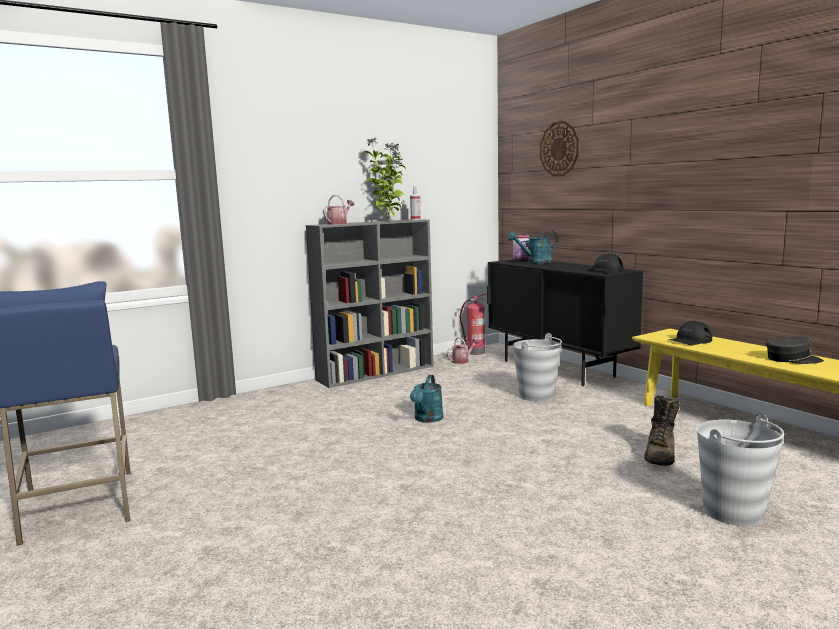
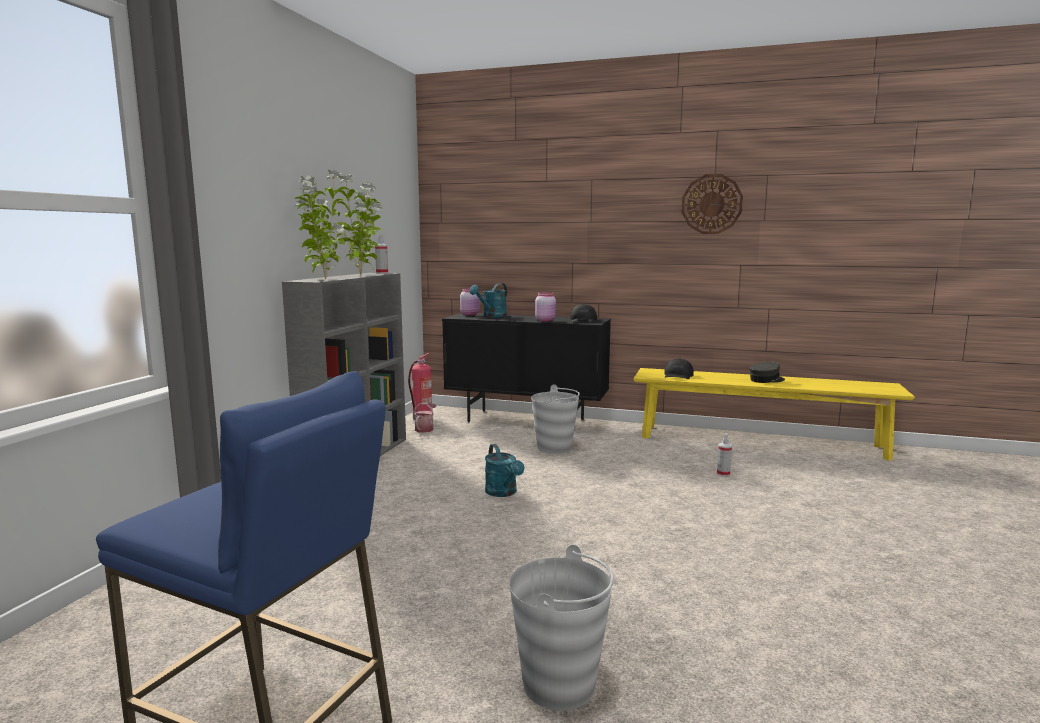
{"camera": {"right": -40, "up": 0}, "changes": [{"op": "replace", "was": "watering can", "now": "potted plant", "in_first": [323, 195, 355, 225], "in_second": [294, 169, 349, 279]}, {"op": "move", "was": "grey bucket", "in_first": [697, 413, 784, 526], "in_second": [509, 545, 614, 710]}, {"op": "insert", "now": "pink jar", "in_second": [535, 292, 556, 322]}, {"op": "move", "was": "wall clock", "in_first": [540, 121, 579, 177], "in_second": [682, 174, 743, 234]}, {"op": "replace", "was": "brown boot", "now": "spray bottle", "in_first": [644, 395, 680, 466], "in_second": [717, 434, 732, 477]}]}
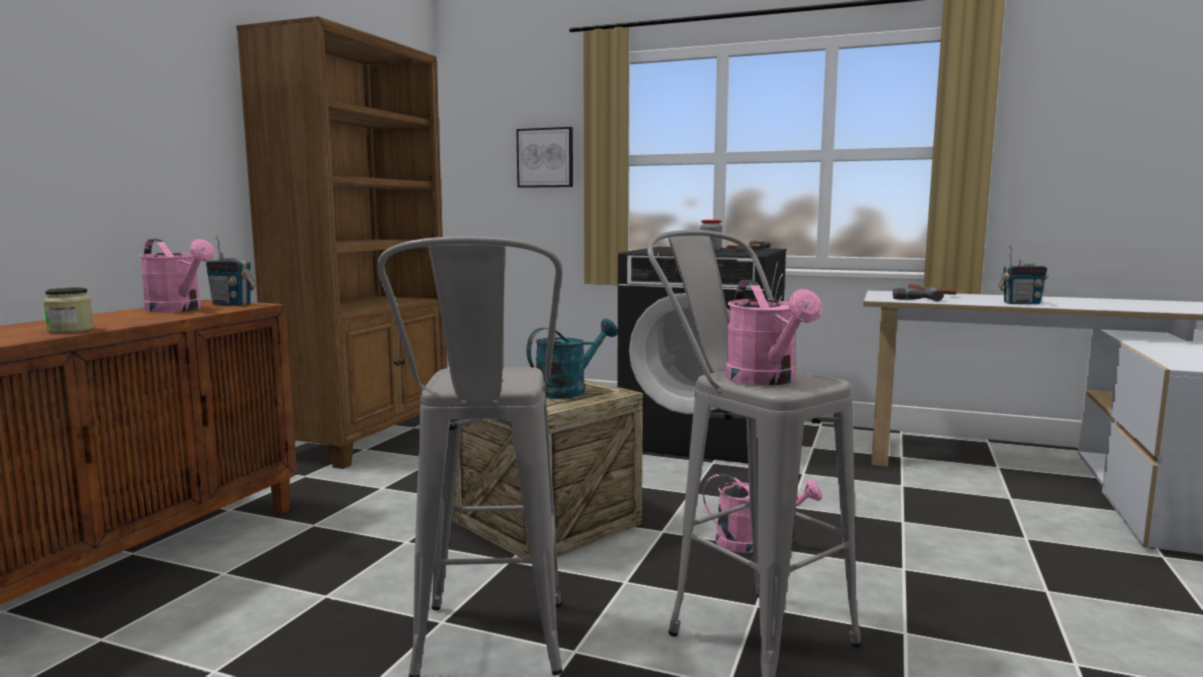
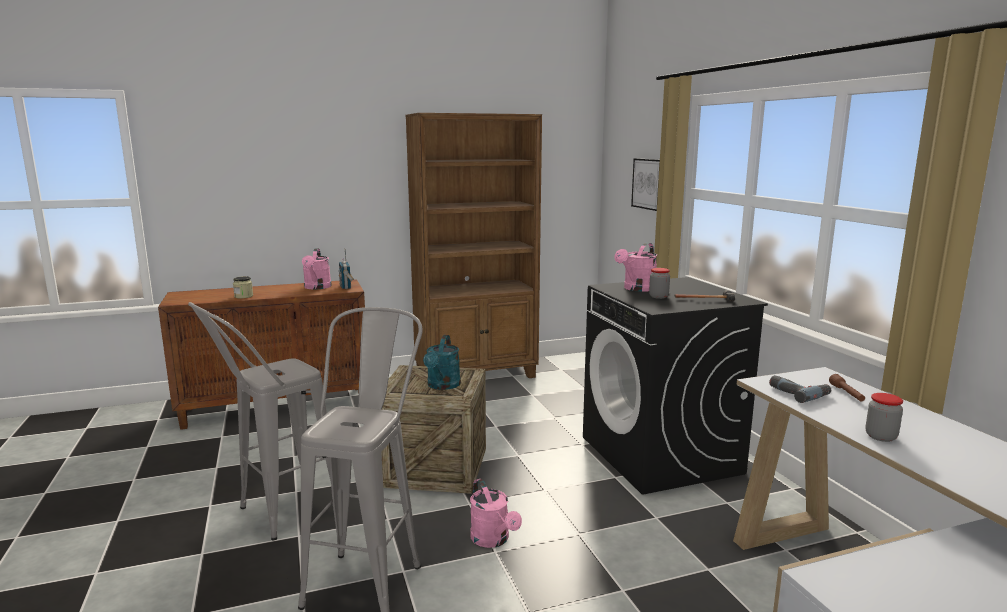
{"camera": {"right": 50, "up": 5}, "changes": [{"op": "rotate", "was": "turquoise watering can", "in_first": [526, 319, 618, 399], "in_second": [423, 335, 461, 390], "clockwise": 90}, {"op": "move", "was": "pink watering can", "in_first": [726, 280, 822, 385], "in_second": [614, 243, 657, 292]}, {"op": "replace", "was": "radio", "now": "jar", "in_first": [999, 245, 1048, 304], "in_second": [865, 393, 903, 442]}]}
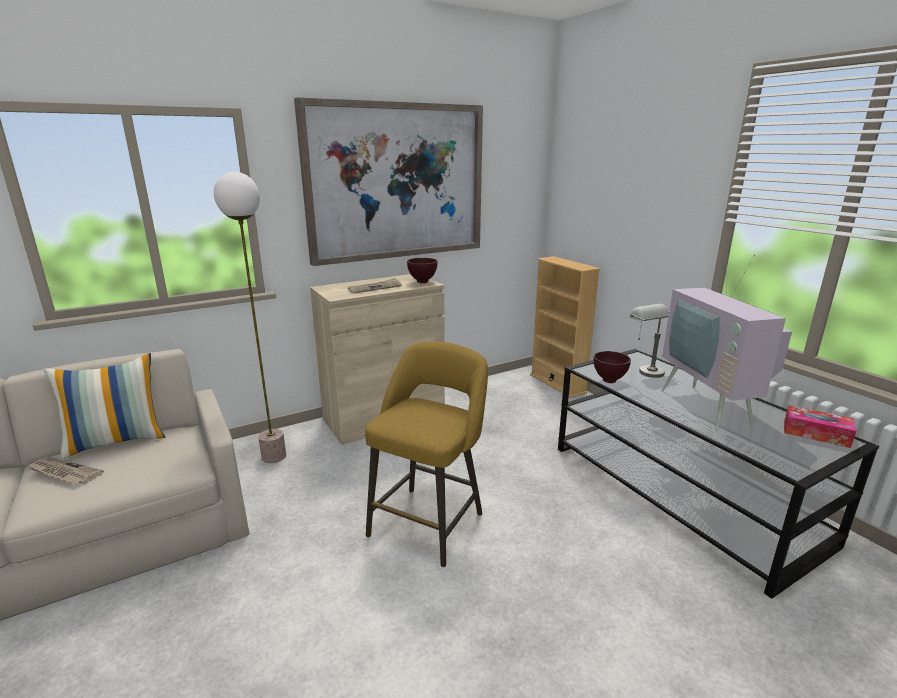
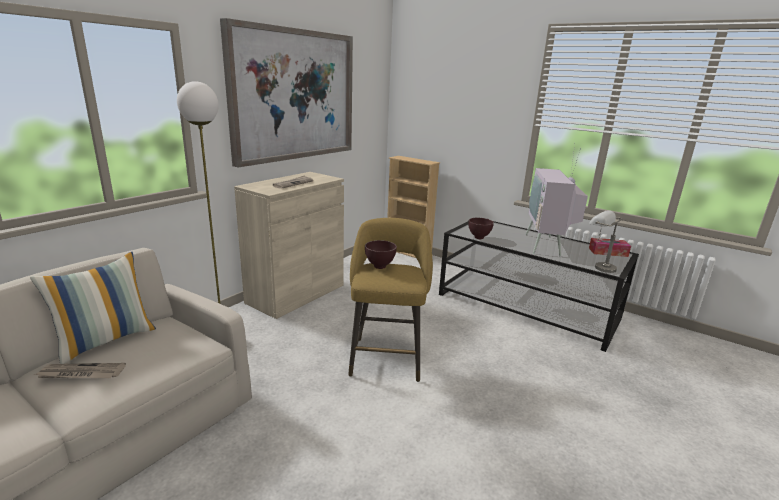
{"camera": {"right": -25, "up": 0}, "changes": [{"op": "move", "was": "brown bowl", "in_first": [407, 258, 437, 283], "in_second": [365, 240, 397, 269]}, {"op": "rotate", "was": "television", "in_first": [661, 245, 792, 432], "in_second": [525, 145, 588, 257], "clockwise": 45}, {"op": "move", "was": "grey table lamp", "in_first": [629, 304, 669, 378], "in_second": [589, 210, 623, 273]}]}
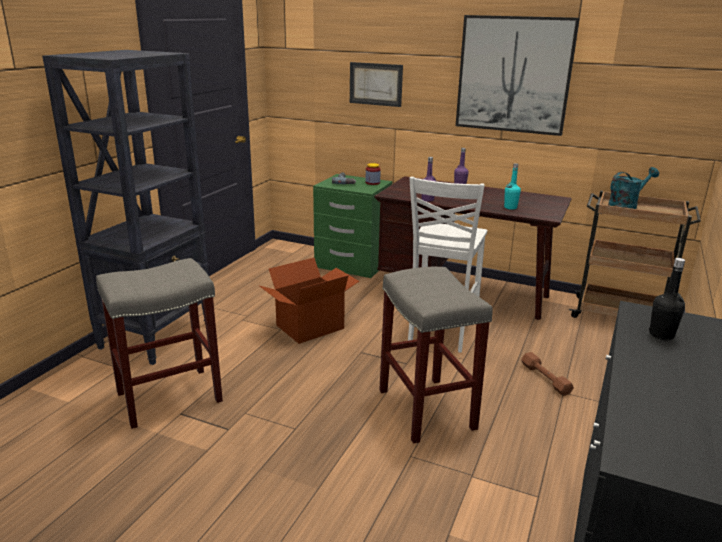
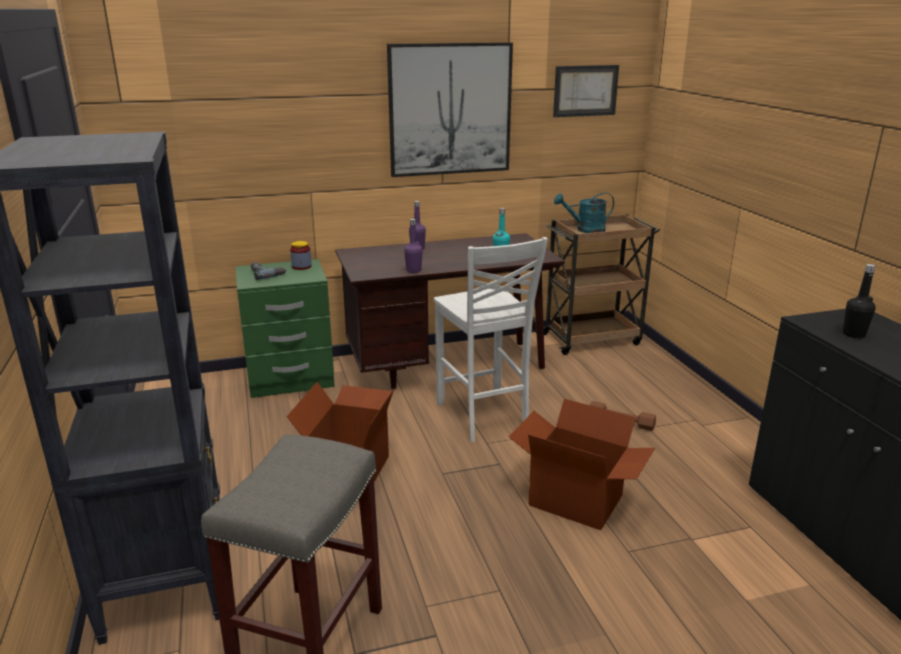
{"camera": {"right": -40, "up": 0}, "changes": [{"op": "replace", "was": "grey stool", "now": "cardboard box", "in_first": [379, 267, 493, 444], "in_second": [509, 399, 655, 530]}, {"op": "move", "was": "picture", "in_first": [350, 62, 403, 107], "in_second": [553, 65, 619, 117]}, {"op": "rotate", "was": "turquoise watering can", "in_first": [608, 167, 659, 209], "in_second": [554, 192, 614, 233], "clockwise": -120}]}
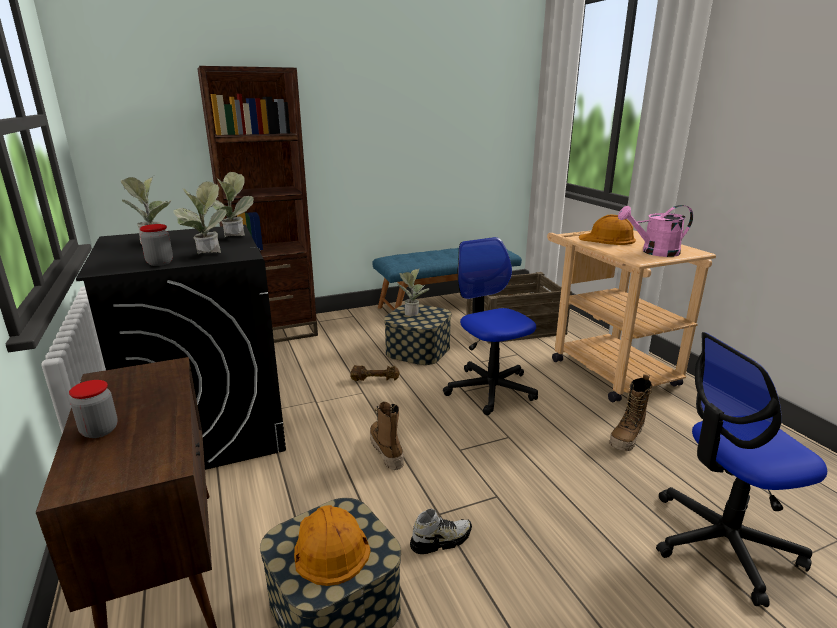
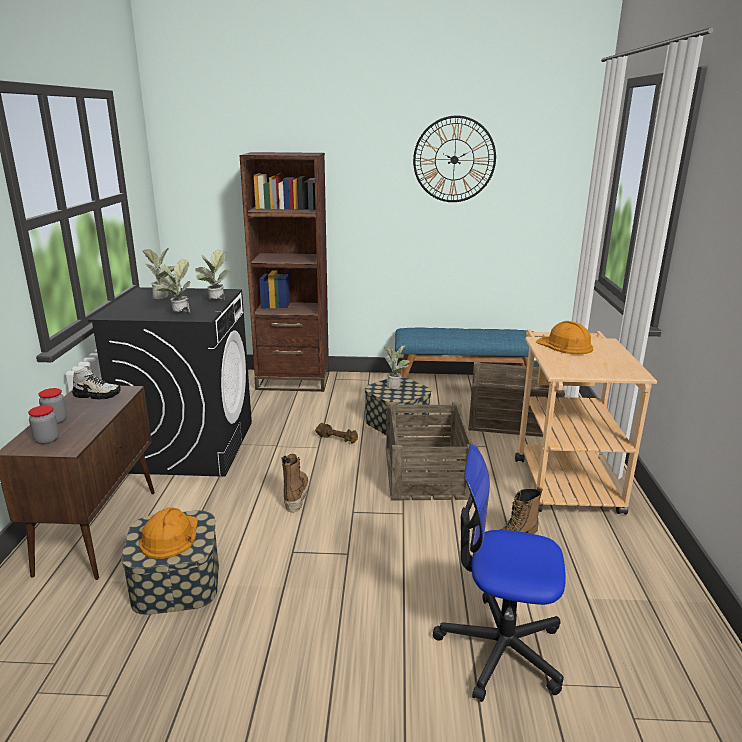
{"camera": {"right": 25, "up": 0}, "changes": [{"op": "move", "was": "jar", "in_first": [140, 224, 173, 266], "in_second": [28, 405, 59, 444]}, {"op": "move", "was": "shoe", "in_first": [410, 508, 472, 554], "in_second": [72, 366, 121, 400]}, {"op": "replace", "was": "office chair", "now": "crate", "in_first": [443, 237, 538, 415], "in_second": [386, 402, 478, 500]}, {"op": "insert", "now": "wall clock", "in_second": [413, 115, 496, 202]}, {"op": "delete", "was": "pink watering can", "in_first": [618, 205, 693, 257]}]}
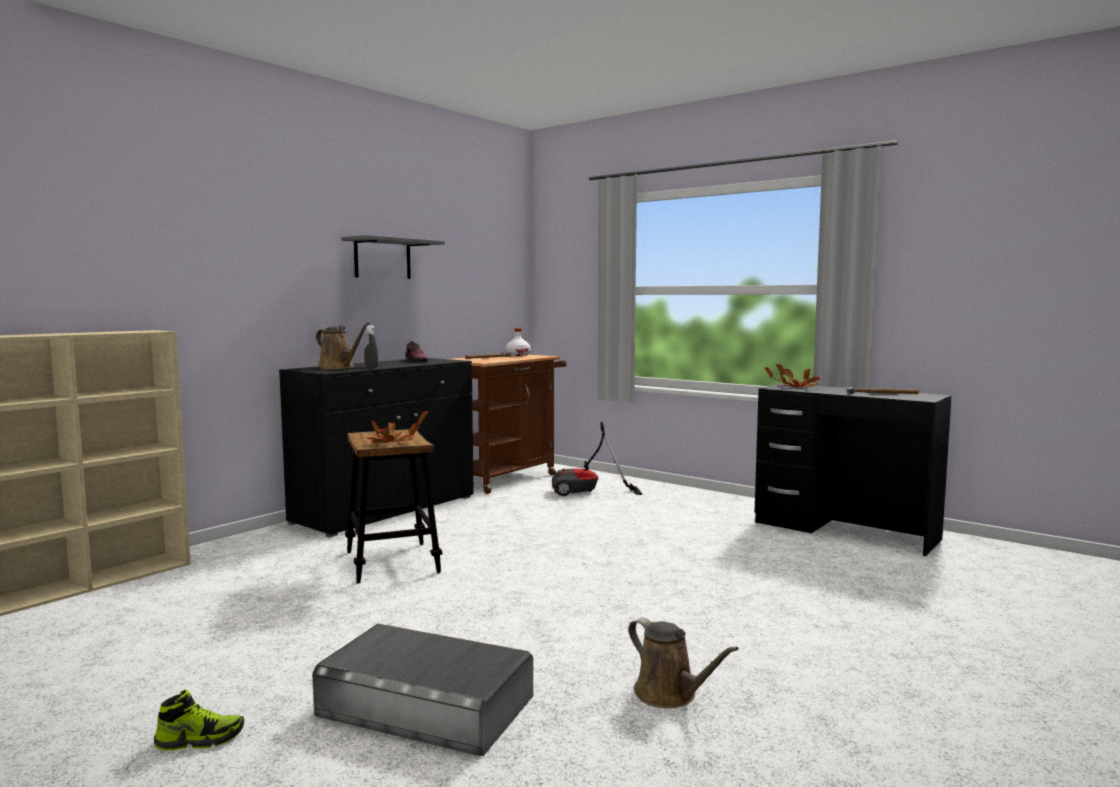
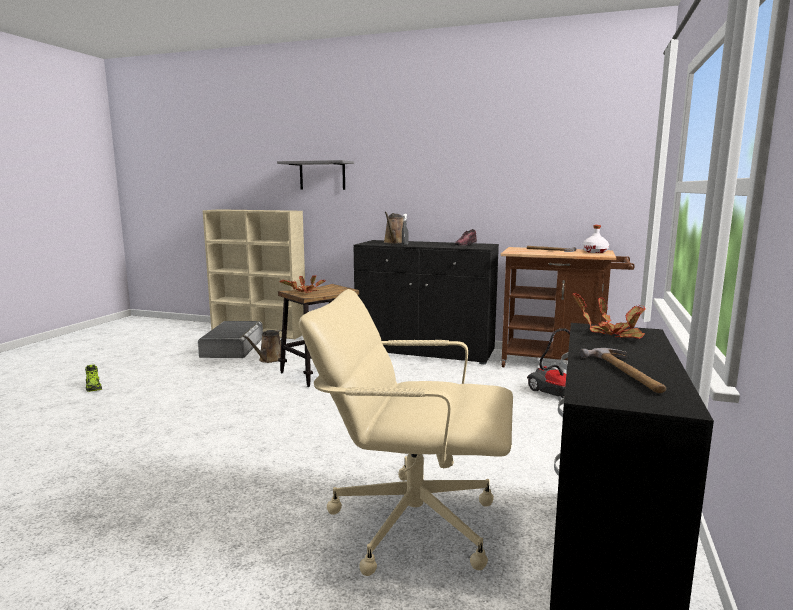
{"camera": {"right": 70, "up": 5}, "changes": [{"op": "move", "was": "grey storage box", "in_first": [312, 624, 533, 756], "in_second": [198, 321, 263, 358]}, {"op": "move", "was": "brown watering can", "in_first": [628, 618, 739, 708], "in_second": [242, 330, 282, 363]}, {"op": "move", "was": "grey shelf", "in_first": [342, 235, 445, 279], "in_second": [277, 160, 354, 190]}, {"op": "insert", "now": "beige office chair", "in_second": [299, 289, 513, 576]}]}
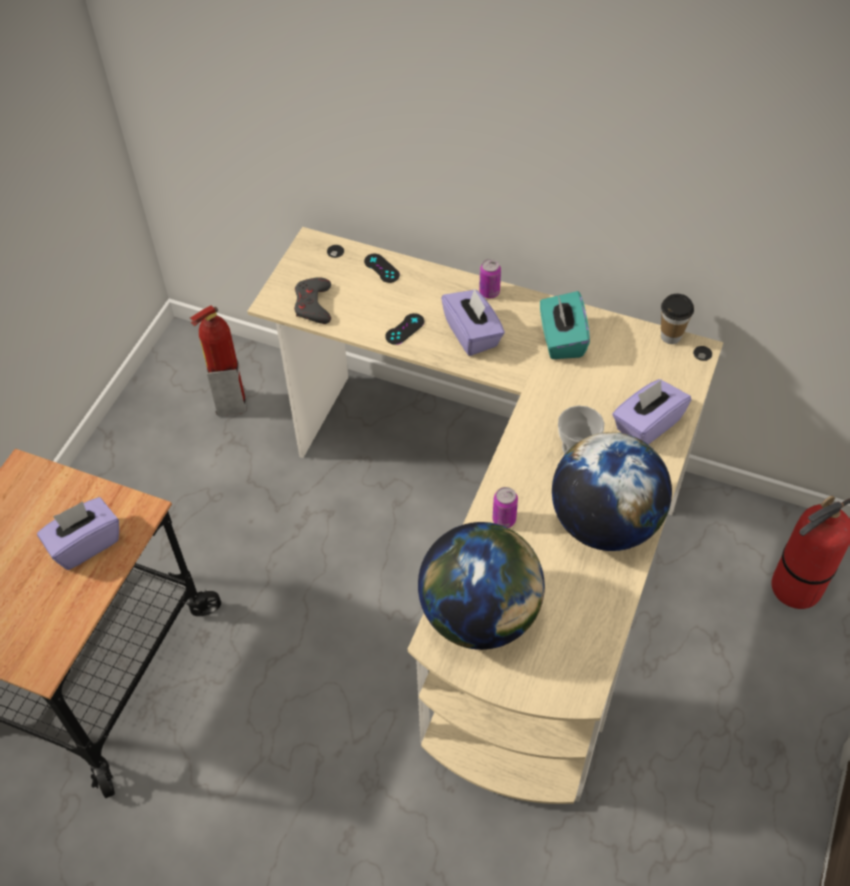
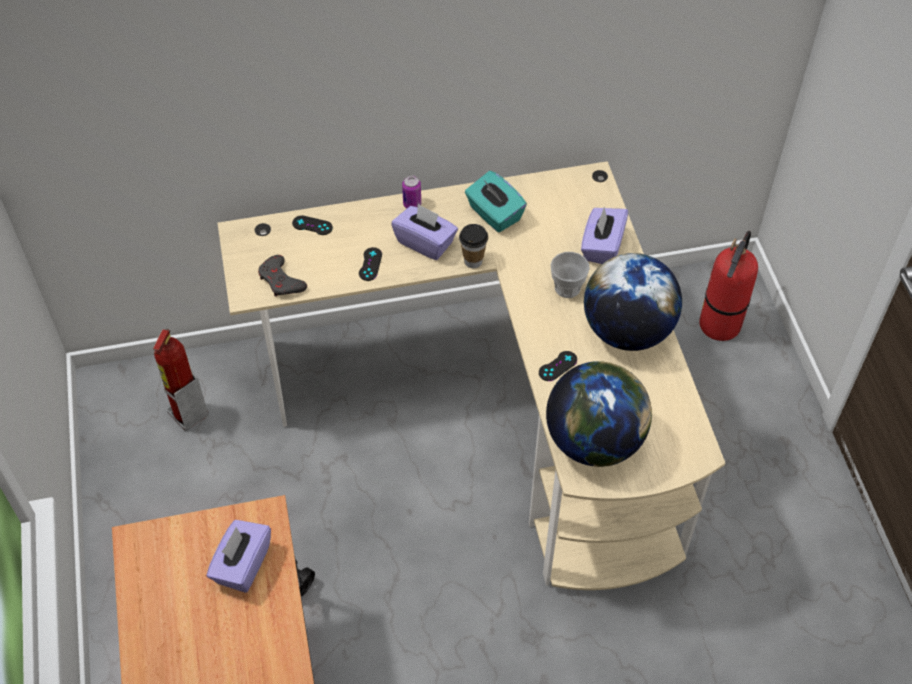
{"camera": {"right": -35, "up": 0}, "changes": [{"op": "move", "was": "cup", "in_first": [661, 294, 694, 344], "in_second": [459, 224, 488, 268]}, {"op": "replace", "was": "can", "now": "black game controller", "in_first": [493, 487, 518, 528], "in_second": [539, 351, 577, 381]}]}
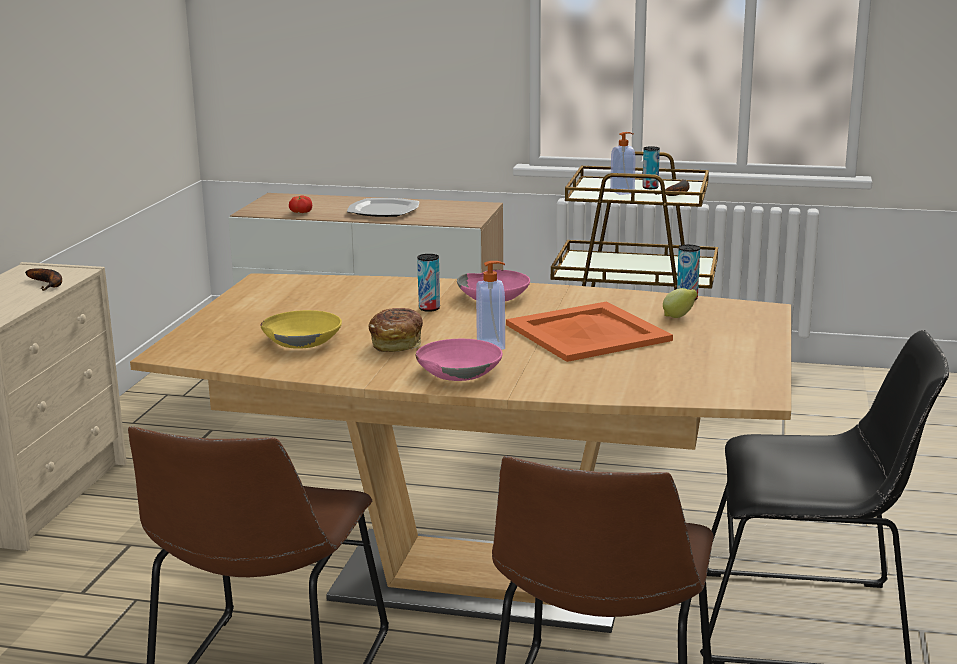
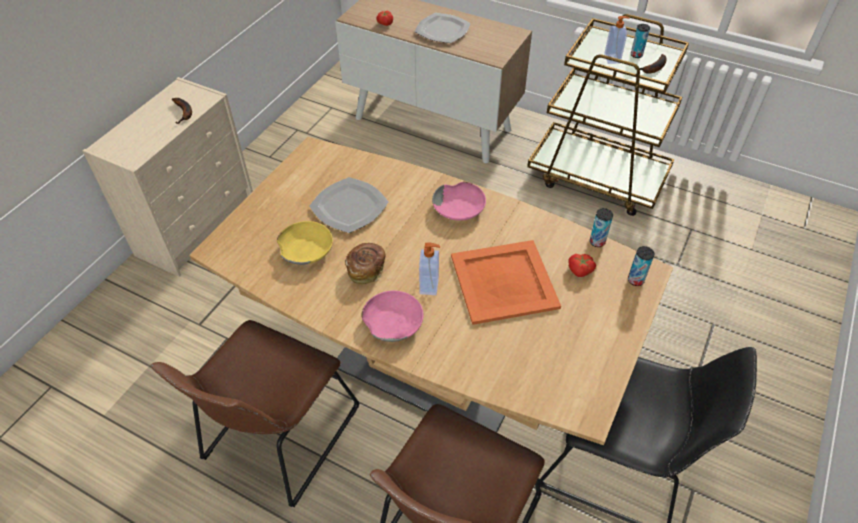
{"camera": {"right": 15, "up": 30}, "changes": [{"op": "insert", "now": "plate", "in_second": [309, 177, 388, 233]}, {"op": "replace", "was": "lemon", "now": "tomato", "in_first": [663, 288, 698, 318], "in_second": [569, 254, 596, 277]}, {"op": "move", "was": "can", "in_first": [417, 254, 440, 312], "in_second": [628, 246, 654, 286]}]}
